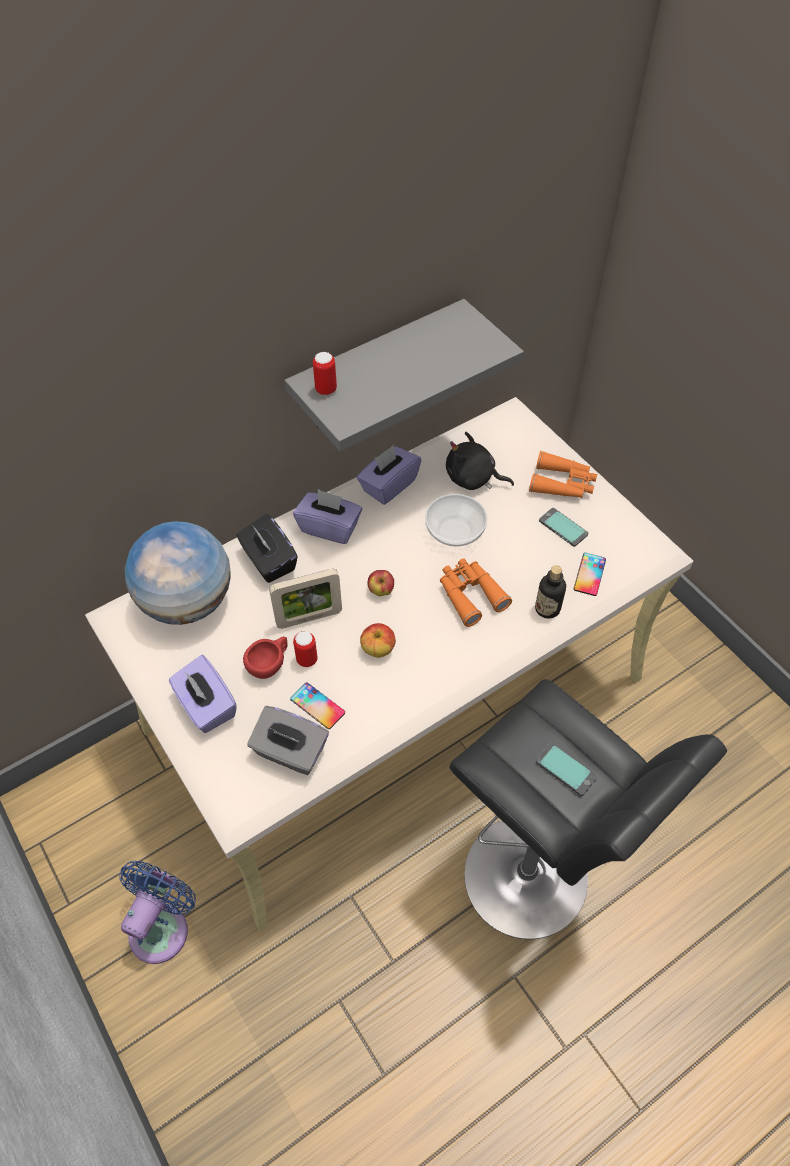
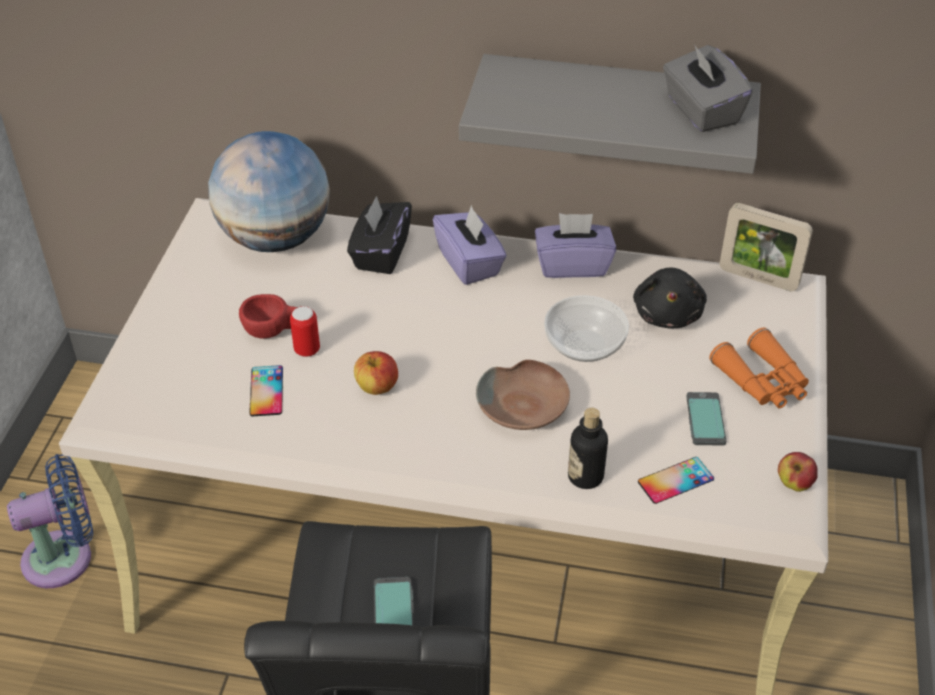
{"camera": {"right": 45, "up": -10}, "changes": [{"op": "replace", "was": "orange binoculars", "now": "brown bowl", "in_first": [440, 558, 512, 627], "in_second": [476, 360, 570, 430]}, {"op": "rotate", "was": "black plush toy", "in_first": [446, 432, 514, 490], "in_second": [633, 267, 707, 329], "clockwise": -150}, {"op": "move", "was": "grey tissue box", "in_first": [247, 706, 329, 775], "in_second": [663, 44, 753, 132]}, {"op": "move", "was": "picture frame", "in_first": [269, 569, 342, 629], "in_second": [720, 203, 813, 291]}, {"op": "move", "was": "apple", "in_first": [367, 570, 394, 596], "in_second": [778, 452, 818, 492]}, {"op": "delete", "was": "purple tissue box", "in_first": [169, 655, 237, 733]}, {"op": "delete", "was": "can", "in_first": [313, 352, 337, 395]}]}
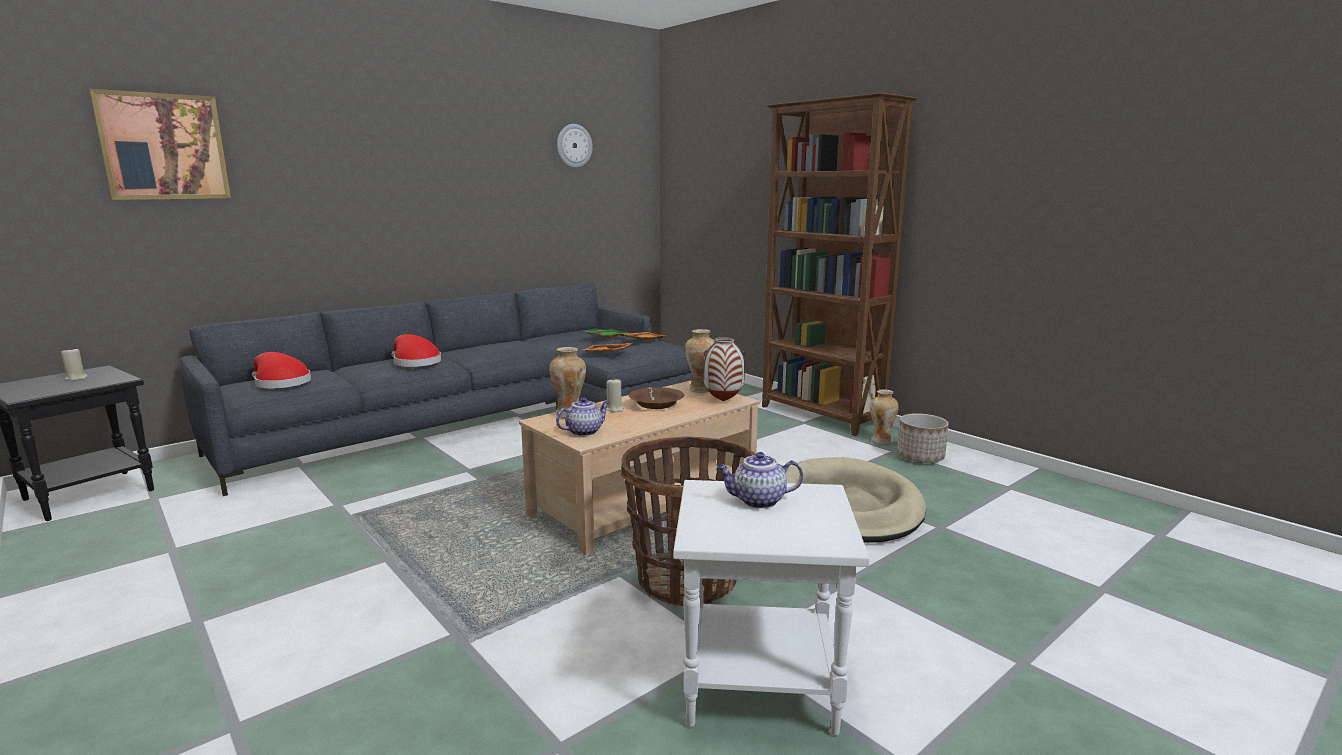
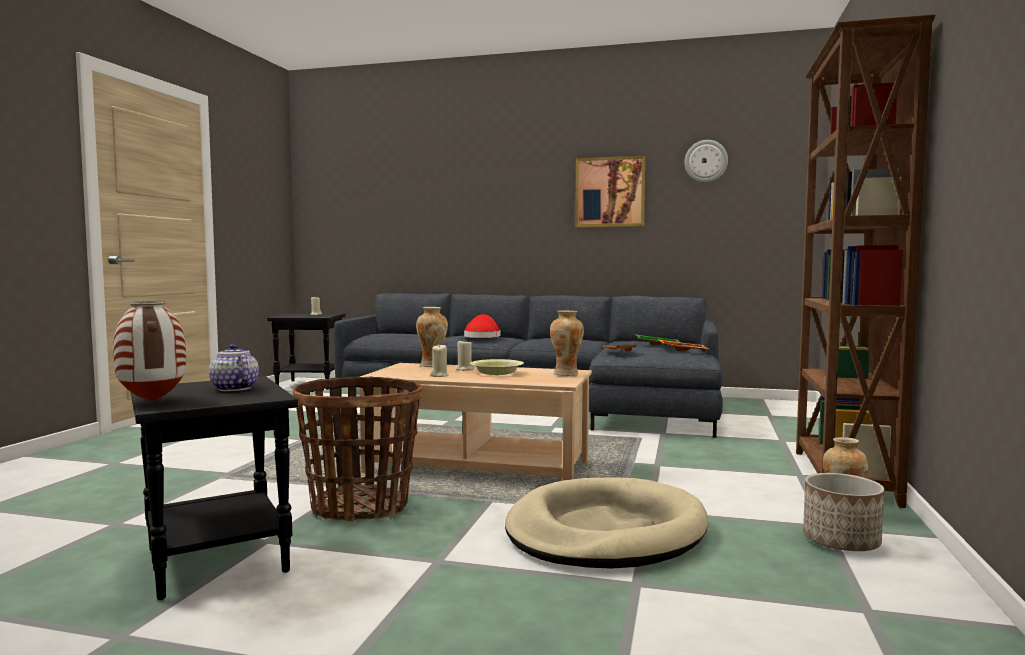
{"camera": {"right": 55, "up": -10}, "changes": [{"op": "move", "was": "vase", "in_first": [703, 337, 745, 401], "in_second": [113, 301, 186, 402]}, {"op": "recolor", "was": "white side table", "now": "black side table", "in_first": [673, 480, 870, 736], "in_second": [131, 376, 298, 600]}, {"op": "insert", "now": "beige candle", "in_second": [430, 345, 449, 377]}, {"op": "recolor", "was": "brown bowl", "now": "yellow bowl", "in_first": [629, 387, 684, 409], "in_second": [470, 359, 524, 375]}, {"op": "move", "was": "picture", "in_first": [89, 89, 231, 200], "in_second": [575, 156, 645, 227]}, {"op": "delete", "was": "red hat", "in_first": [252, 352, 311, 389]}, {"op": "delete", "was": "teapot", "in_first": [556, 397, 609, 436]}]}
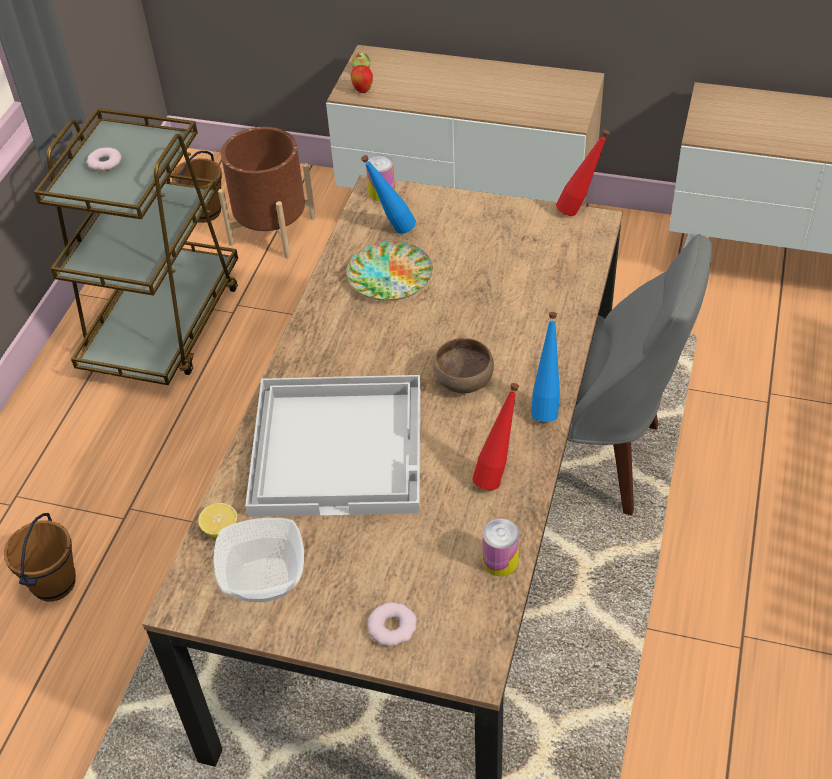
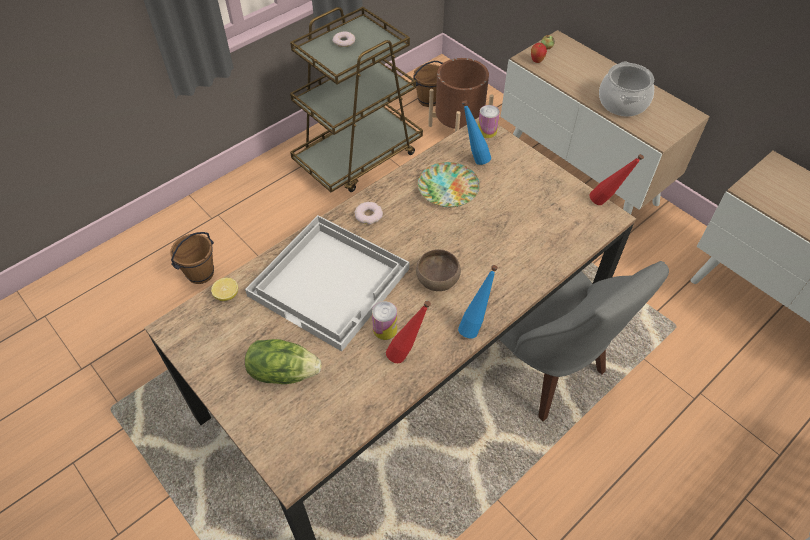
{"camera": {"right": 30, "up": 5}, "changes": [{"op": "insert", "now": "lettuce", "in_second": [245, 339, 322, 384]}, {"op": "move", "was": "donut", "in_first": [368, 602, 417, 646], "in_second": [354, 202, 383, 224]}, {"op": "move", "was": "can", "in_first": [482, 518, 519, 576], "in_second": [372, 301, 397, 340]}, {"op": "insert", "now": "cooking pot", "in_second": [599, 62, 654, 117]}, {"op": "delete", "was": "bowl", "in_first": [213, 518, 304, 602]}]}
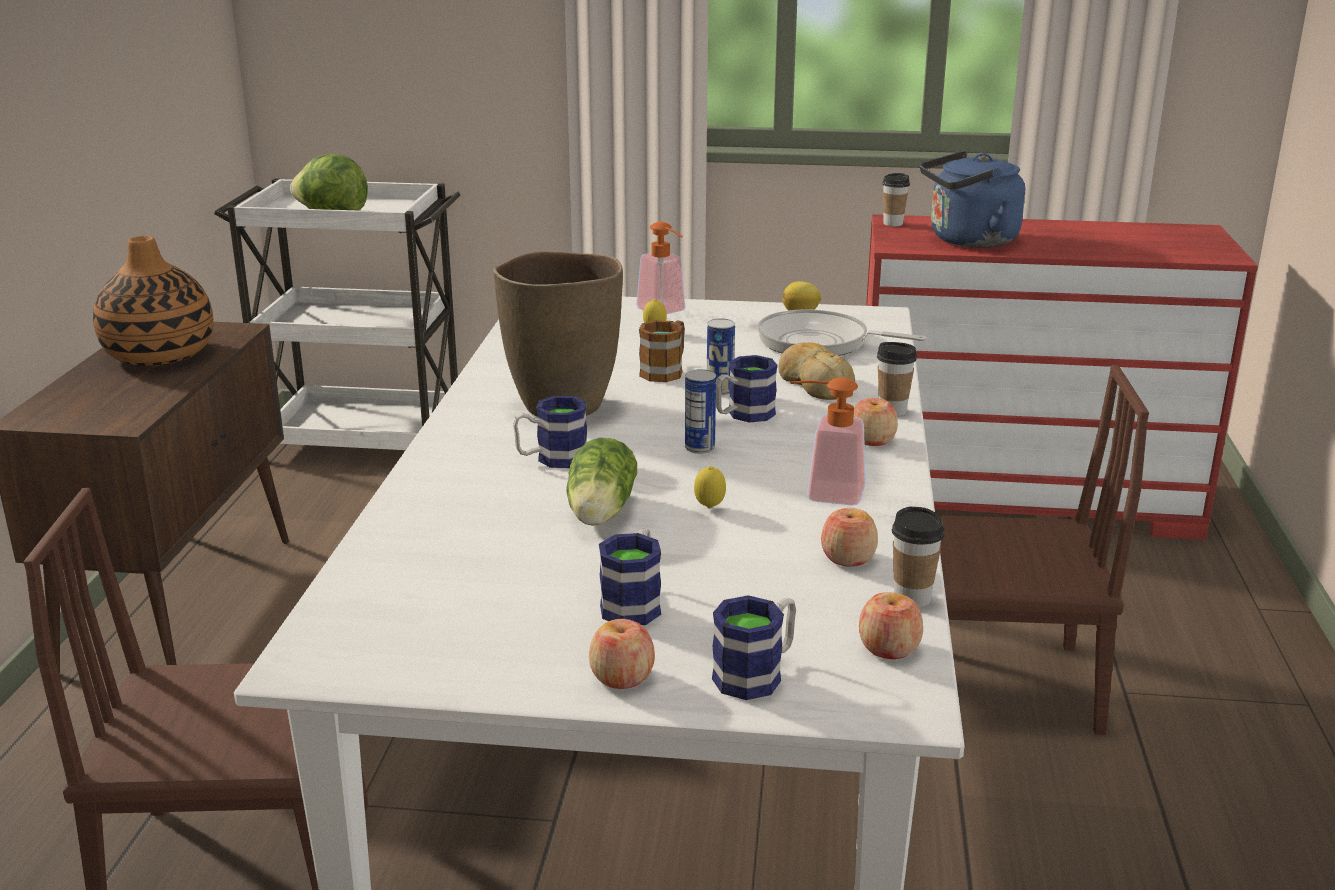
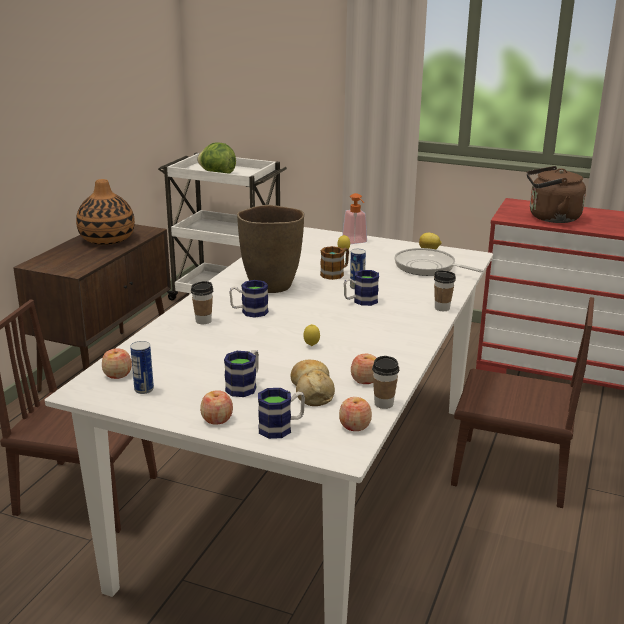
{"camera": {"right": 15, "up": 0}, "changes": [{"op": "move", "was": "apple", "in_first": [854, 398, 898, 446], "in_second": [102, 348, 132, 379]}, {"op": "move", "was": "can", "in_first": [685, 369, 716, 454], "in_second": [130, 341, 154, 394]}, {"op": "move", "was": "cup", "in_first": [882, 173, 910, 226], "in_second": [191, 281, 213, 324]}, {"op": "move", "was": "bread", "in_first": [779, 342, 855, 400], "in_second": [291, 360, 335, 406]}, {"op": "recolor", "was": "blue kettle", "now": "brown kettle", "in_first": [920, 151, 1025, 248], "in_second": [527, 166, 586, 223]}, {"op": "delete", "was": "lettuce", "in_first": [566, 438, 637, 526]}, {"op": "delete", "was": "soap dispenser", "in_first": [790, 378, 865, 506]}]}
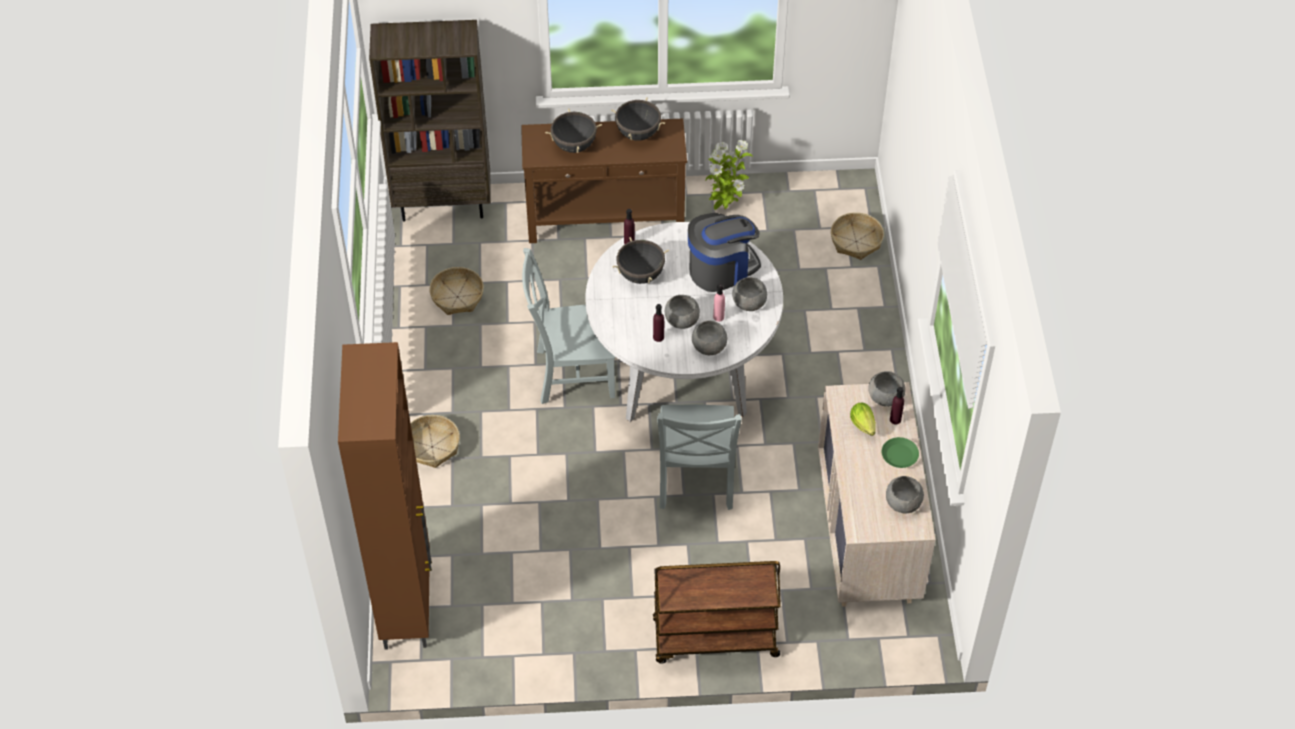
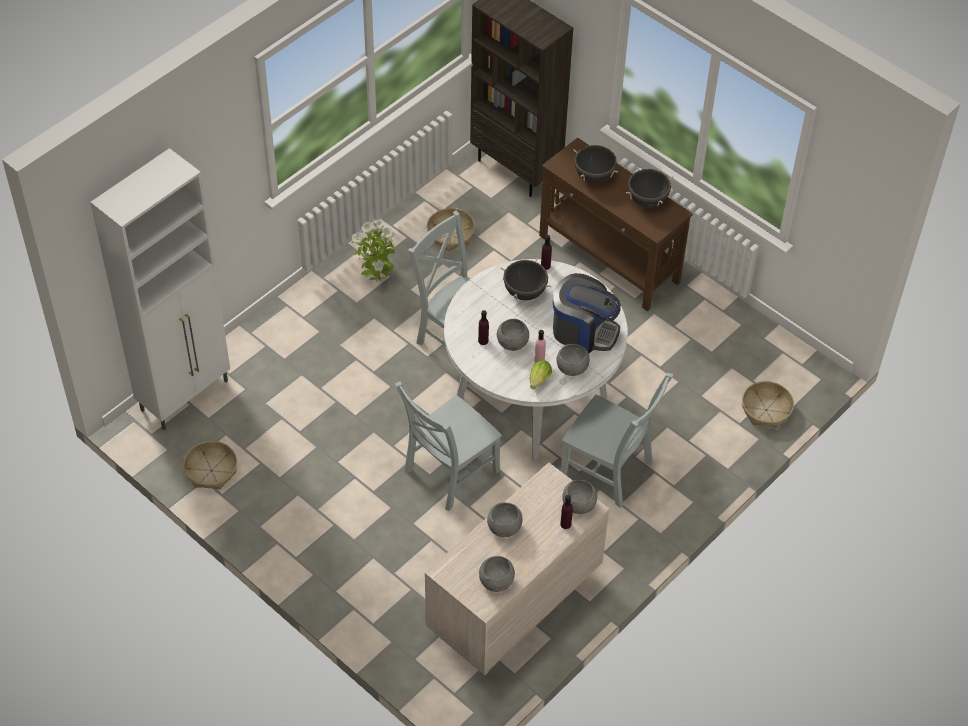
{"camera": {"right": 45, "up": 0}, "changes": [{"op": "recolor", "was": "brown cabinet", "now": "white cabinet", "in_first": [338, 342, 432, 650], "in_second": [90, 148, 230, 430]}, {"op": "move", "was": "basket", "in_first": [411, 415, 460, 468], "in_second": [183, 441, 237, 489]}, {"op": "move", "was": "potted plant", "in_first": [706, 140, 753, 210], "in_second": [352, 220, 395, 281]}, {"op": "move", "was": "grey bowl", "in_first": [692, 321, 727, 355], "in_second": [487, 502, 523, 537]}, {"op": "move", "was": "lettuce", "in_first": [850, 403, 876, 436], "in_second": [530, 360, 552, 389]}, {"op": "insert", "now": "grey chair", "in_second": [561, 373, 673, 508]}, {"op": "delete", "was": "brown cart", "in_first": [653, 561, 781, 663]}, {"op": "delete", "was": "green plate", "in_first": [882, 437, 919, 468]}]}
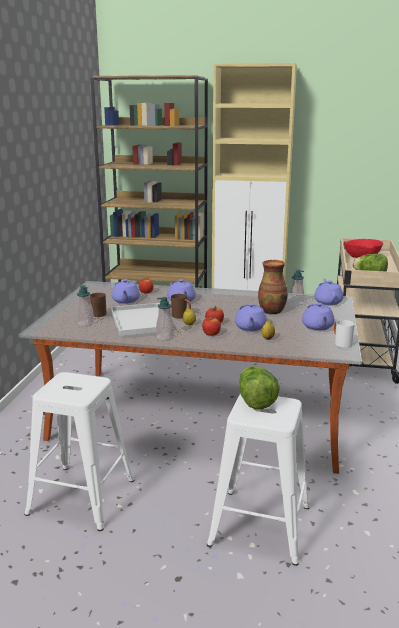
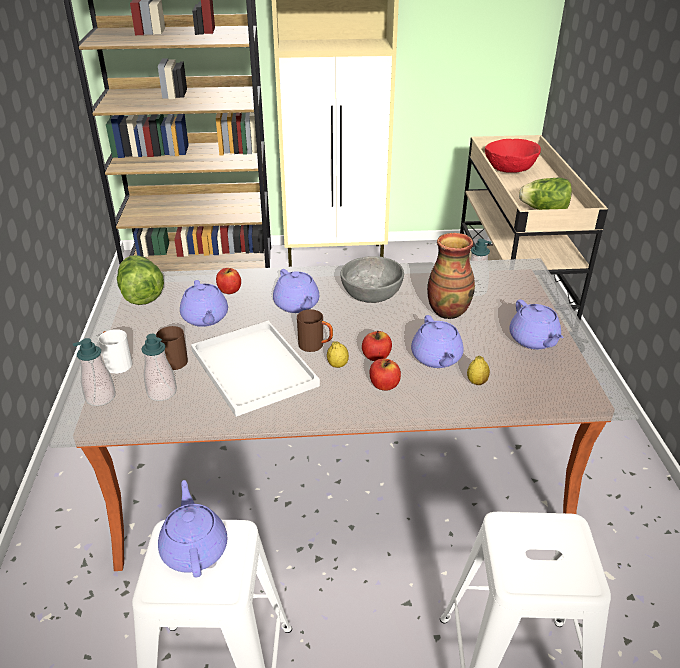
{"camera": {"right": -15, "up": 15}, "changes": [{"op": "move", "was": "soap dispenser", "in_first": [156, 297, 174, 341], "in_second": [73, 338, 116, 406]}, {"op": "move", "was": "white mug", "in_first": [334, 320, 354, 348], "in_second": [98, 329, 132, 374]}, {"op": "move", "was": "lettuce", "in_first": [239, 366, 279, 409], "in_second": [117, 255, 164, 305]}, {"op": "move", "was": "purple teapot", "in_first": [314, 278, 343, 305], "in_second": [158, 480, 227, 578]}, {"op": "insert", "now": "grey bowl", "in_second": [341, 256, 404, 303]}]}
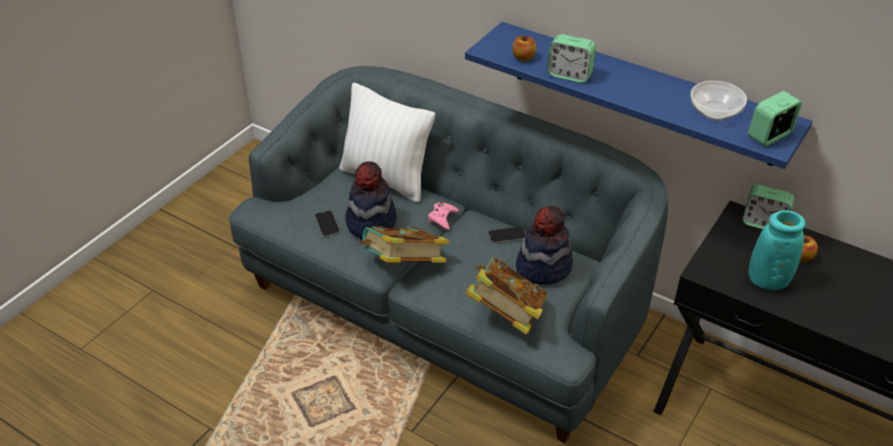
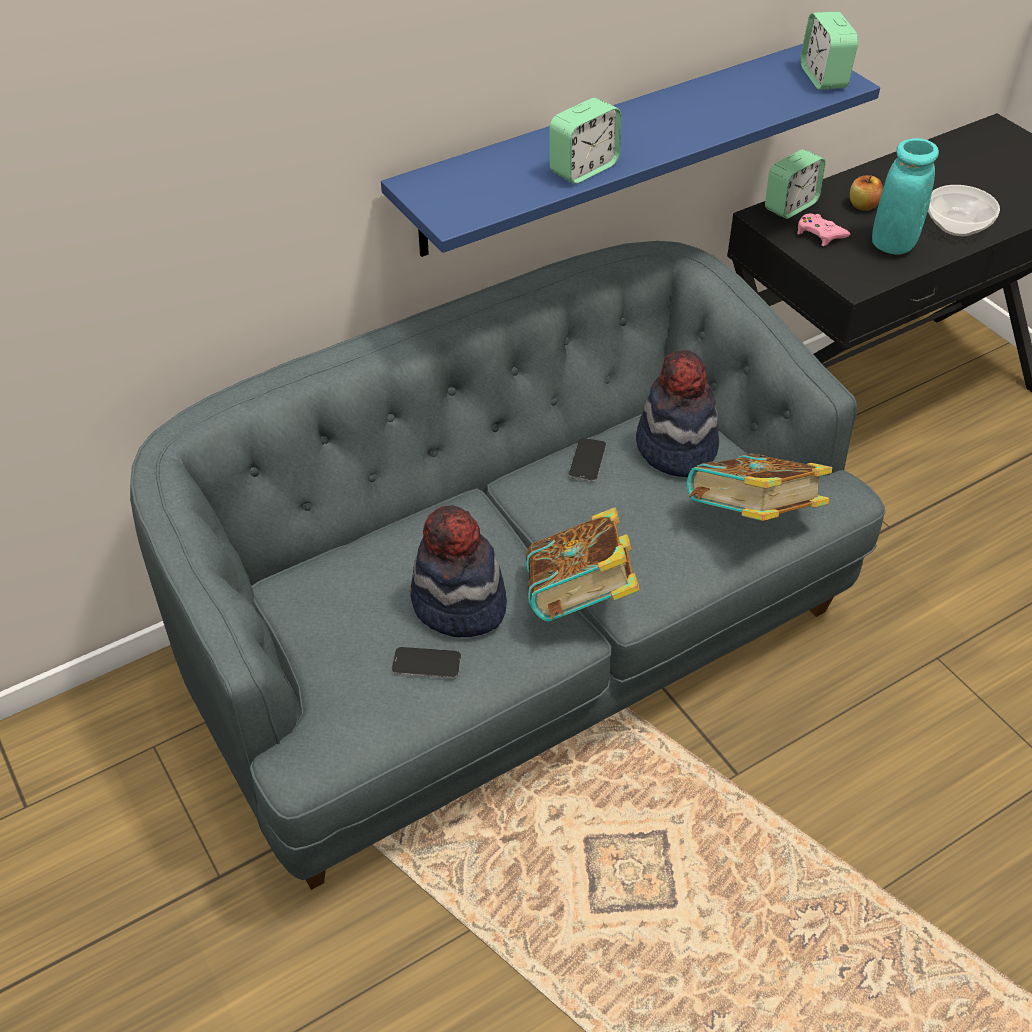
{"camera": {"right": -65, "up": 5}, "changes": [{"op": "move", "was": "pink game controller", "in_first": [429, 202, 459, 230], "in_second": [797, 213, 850, 246]}, {"op": "move", "was": "bowl", "in_first": [690, 81, 747, 121], "in_second": [928, 185, 1000, 236]}, {"op": "delete", "was": "white pillow", "in_first": [339, 83, 435, 203]}, {"op": "delete", "was": "apple", "in_first": [513, 36, 536, 61]}]}
